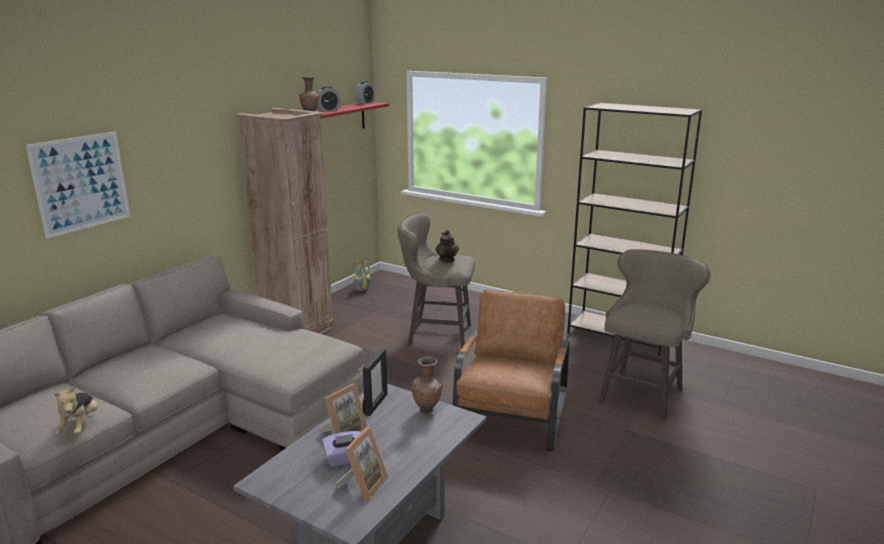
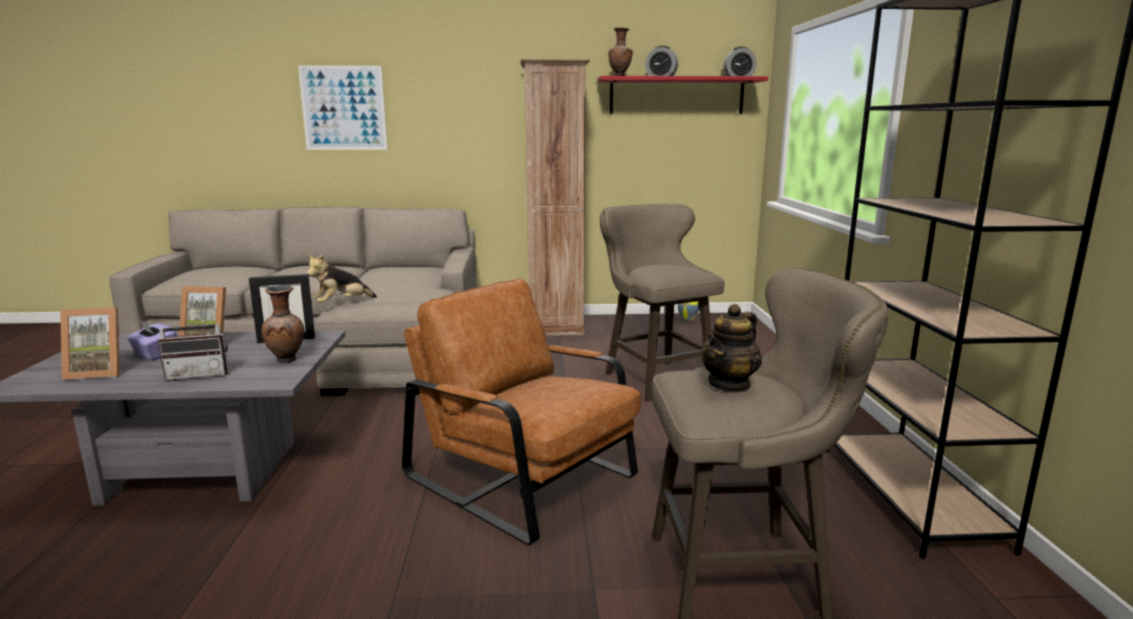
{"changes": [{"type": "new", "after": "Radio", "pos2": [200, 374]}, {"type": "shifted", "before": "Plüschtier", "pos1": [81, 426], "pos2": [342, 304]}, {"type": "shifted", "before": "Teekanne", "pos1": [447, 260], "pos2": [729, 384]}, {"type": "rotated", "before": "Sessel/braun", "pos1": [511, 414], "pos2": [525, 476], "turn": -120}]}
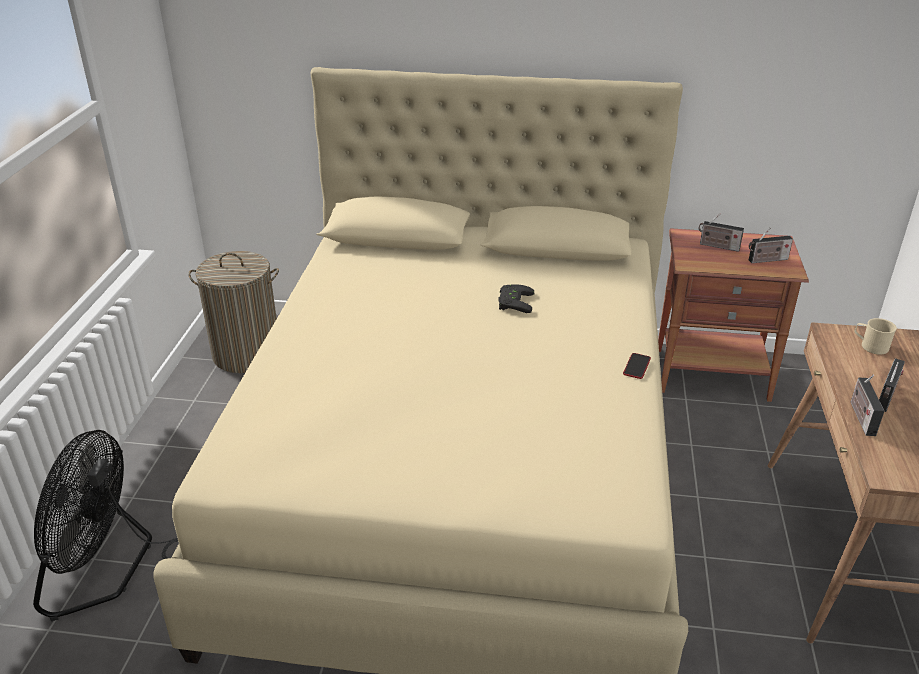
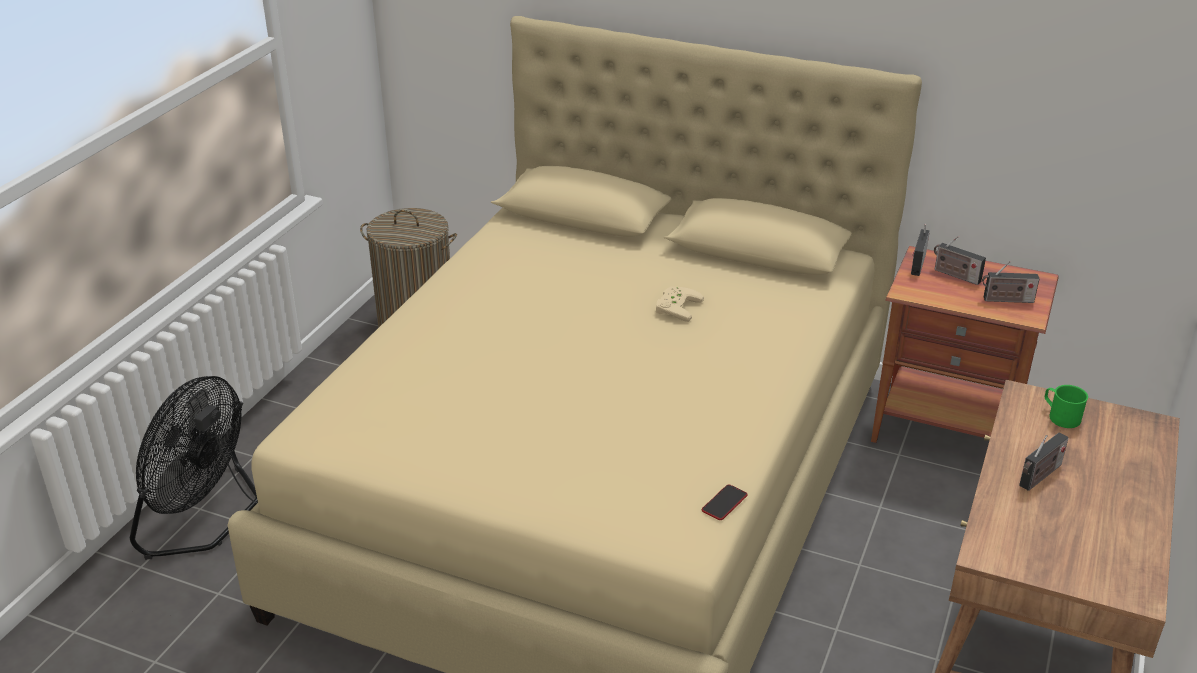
{"changes": [{"type": "shifted", "before": "Handy", "pos1": [636, 366], "pos2": [724, 503]}, {"type": "shifted", "before": "Radio", "pos1": [861, 417], "pos2": [918, 263]}, {"type": "repainted", "before": "Gamepad/schwarz", "after": "Gamepad/beige", "pos1": [512, 301], "pos2": [675, 306]}, {"type": "repainted", "before": "Henkelbecher/beige", "after": "Henkelbecher/grün", "pos1": [870, 345], "pos2": [1060, 416]}]}
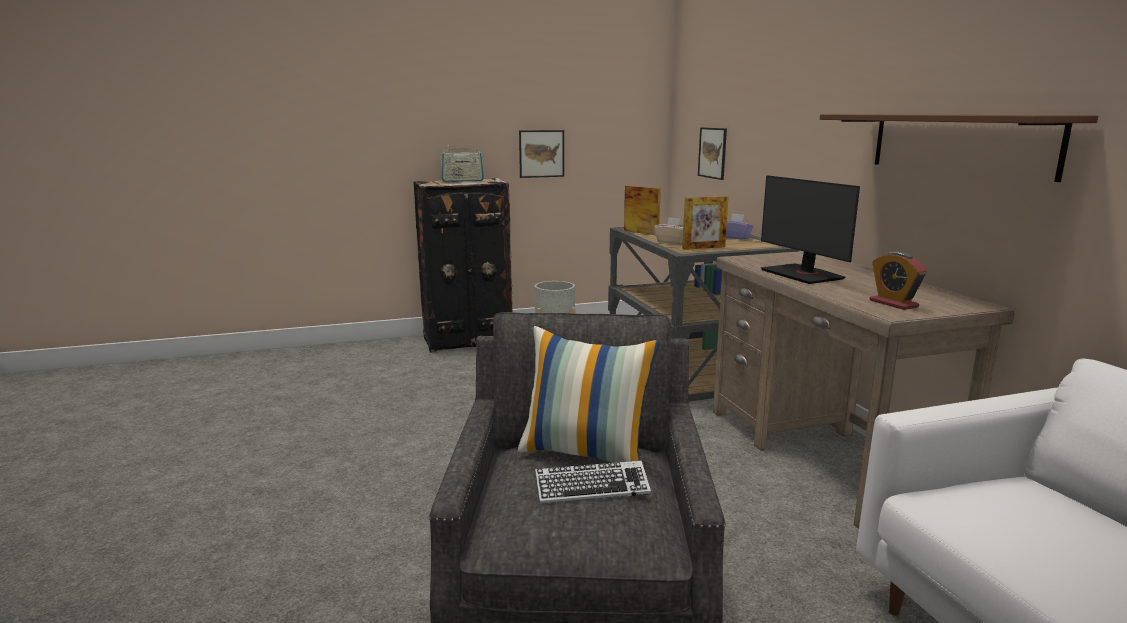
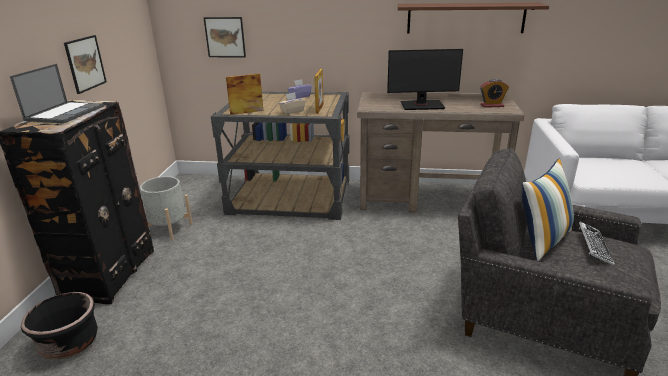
{"changes": [{"type": "new", "after": "Pflanzkübel/schwarz", "pos2": [69, 343]}, {"type": "swapped", "before": "Radio", "after": "Laptop", "pos1": [462, 181], "pos2": [65, 113]}]}
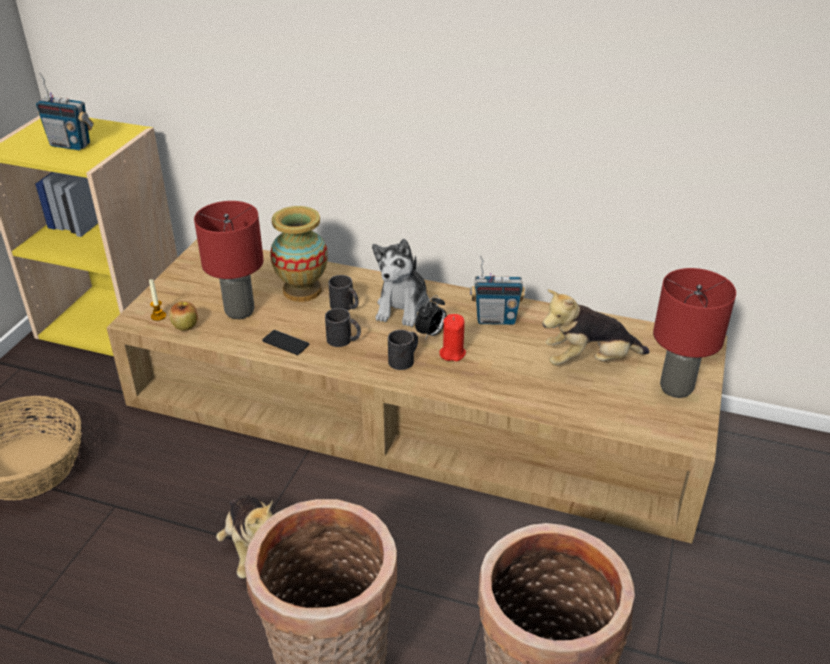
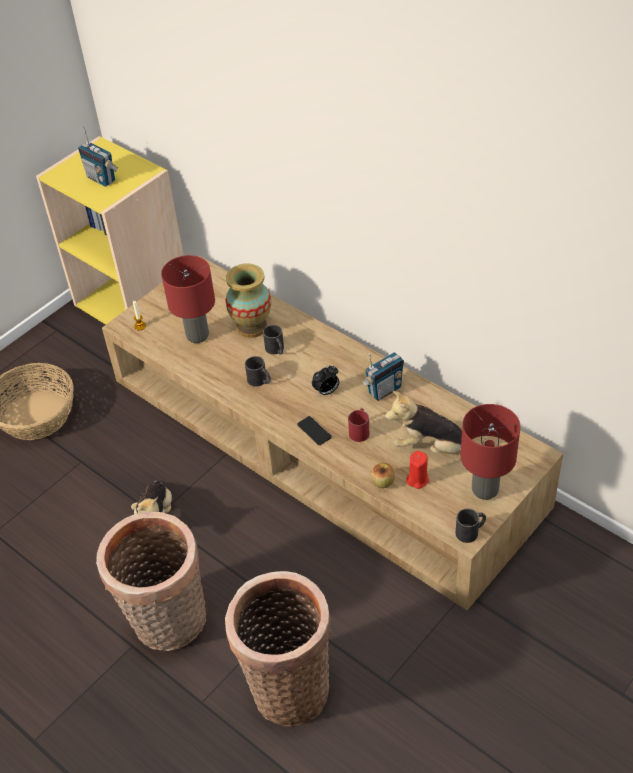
{"changes": [{"type": "gone", "before": "Plüschtier", "pos1": [403, 307]}, {"type": "new", "after": "Henkelbecher/rot", "pos2": [360, 430]}, {"type": "shifted", "before": "Apfel", "pos1": [185, 326], "pos2": [383, 482]}, {"type": "shifted", "before": "Handy", "pos1": [285, 343], "pos2": [314, 431]}, {"type": "shifted", "before": "Henkelbecher/schwarz", "pos1": [404, 359], "pos2": [471, 531]}, {"type": "shifted", "before": "Kerze/rot", "pos1": [452, 353], "pos2": [417, 479]}, {"type": "rotated", "before": "Radio", "pos1": [496, 319], "pos2": [384, 390], "turn": -60}]}
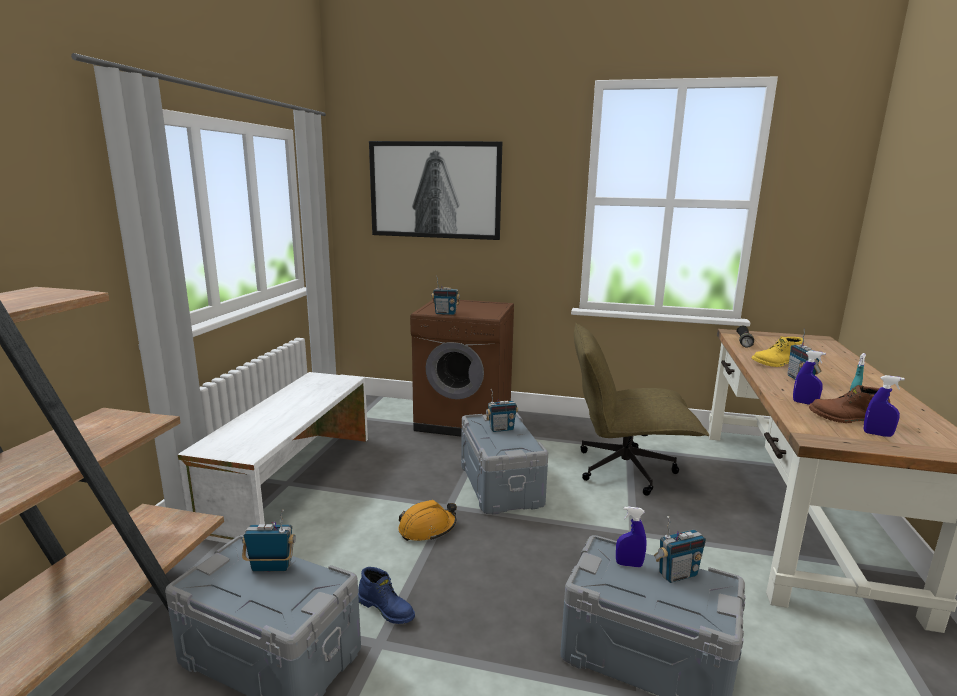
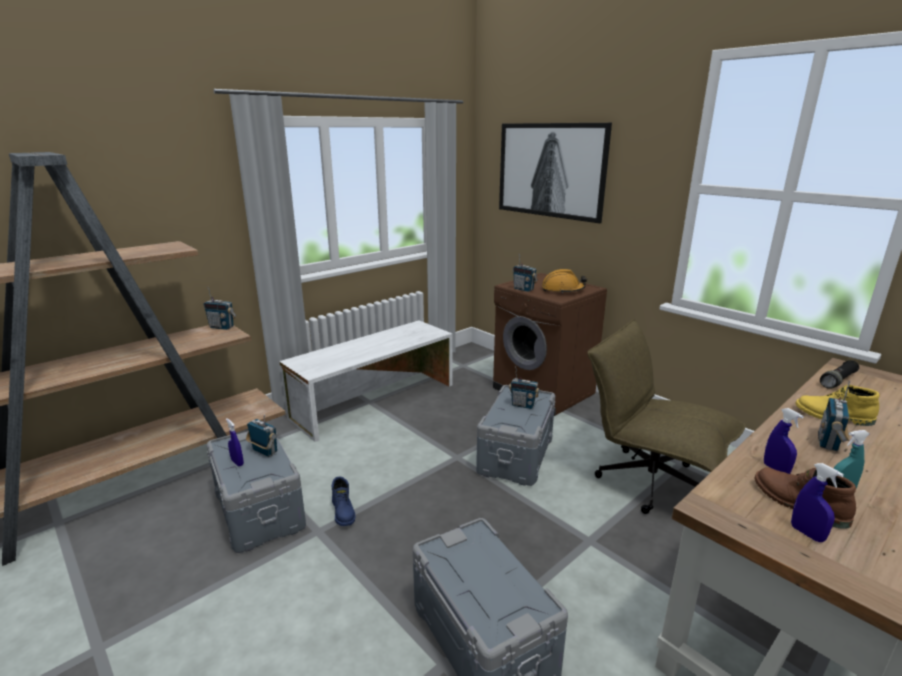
{"changes": [{"type": "shifted", "before": "Schutzhelm/orange", "pos1": [427, 529], "pos2": [562, 290]}, {"type": "shifted", "before": "Sprühflasche/blau", "pos1": [629, 564], "pos2": [237, 462]}, {"type": "shifted", "before": "Radio", "pos1": [677, 574], "pos2": [222, 327]}]}
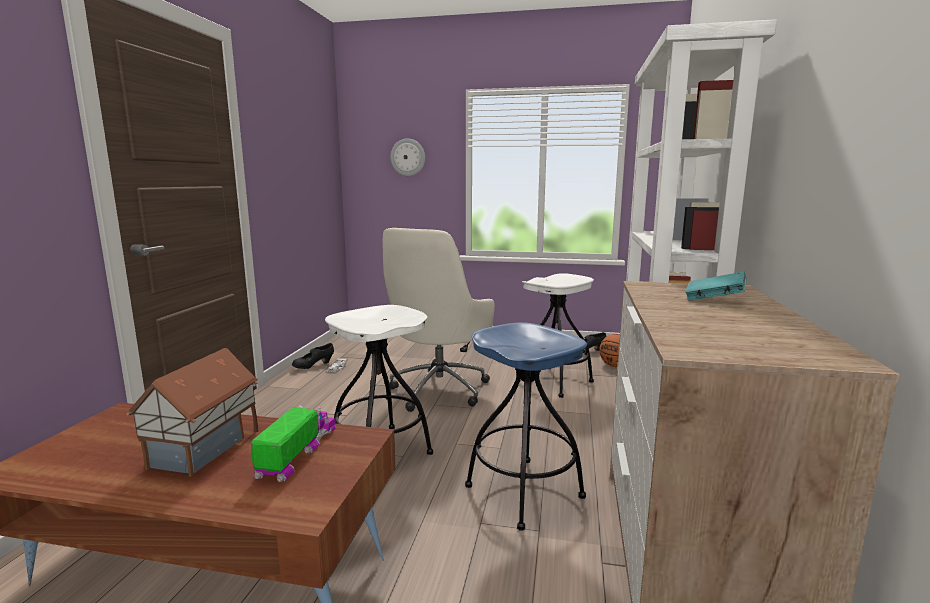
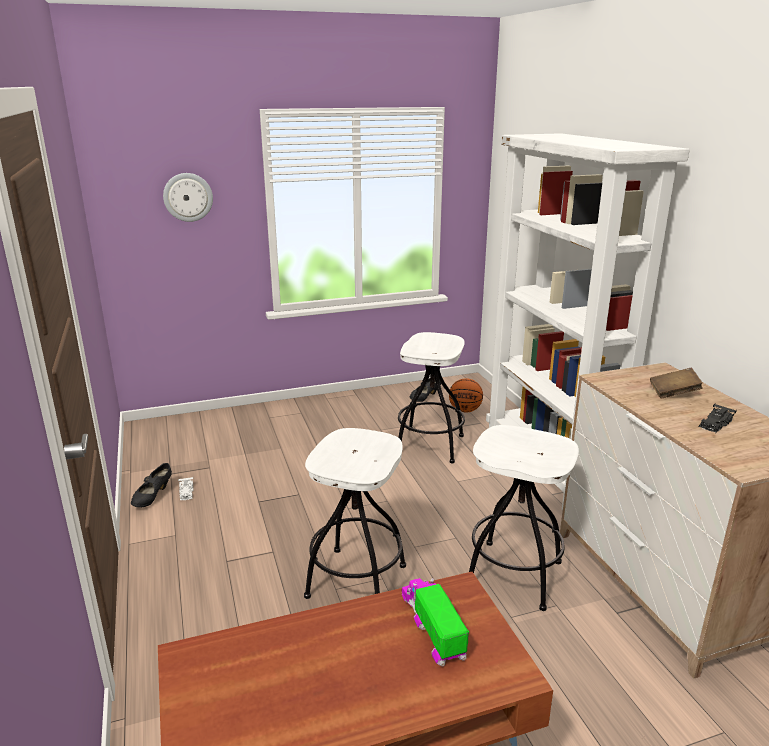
{"changes": [{"type": "gone", "before": "Spielzeughaus", "pos1": [206, 449]}, {"type": "gone", "before": "Bürostuhl/beige", "pos1": [439, 391]}, {"type": "new", "after": "Spielzeugauto/schwarz", "pos2": [715, 424]}, {"type": "repainted", "before": "Hocker/blau", "after": "Hocker/weiß", "pos1": [524, 491], "pos2": [515, 574]}, {"type": "repainted", "before": "Buch/türkis", "after": "Buch/braun", "pos1": [714, 300], "pos2": [673, 393]}]}
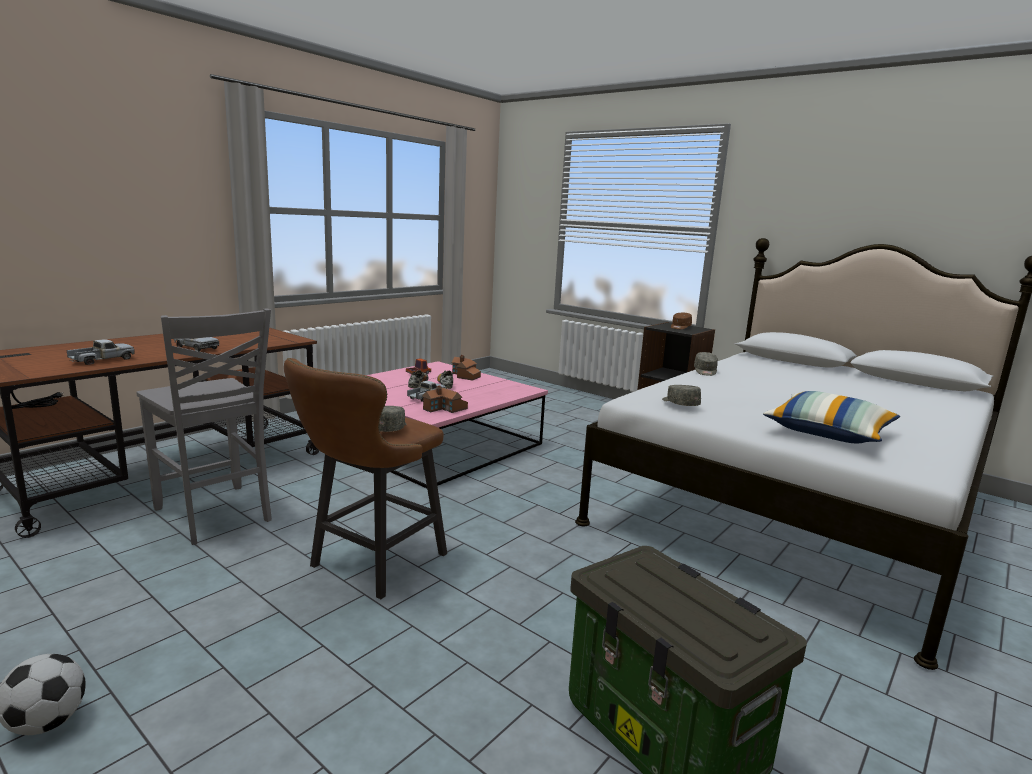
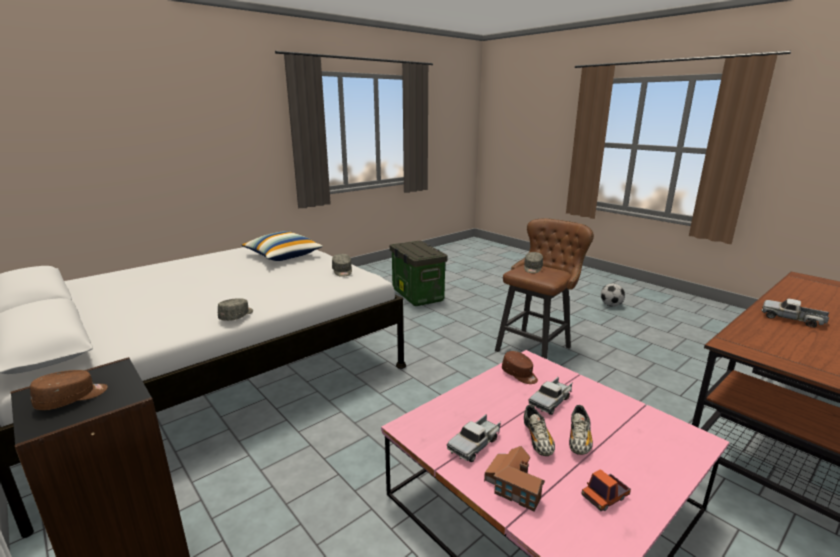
{"changes": [{"type": "gone", "before": "Stuhl/grau", "pos1": [215, 515]}, {"type": "shifted", "before": "Spielzeuglaster", "pos1": [102, 360], "pos2": [475, 444]}, {"type": "swapped", "before": "Spielzeughaus", "after": "Kappe/braun", "pos1": [445, 409], "pos2": [519, 374]}]}
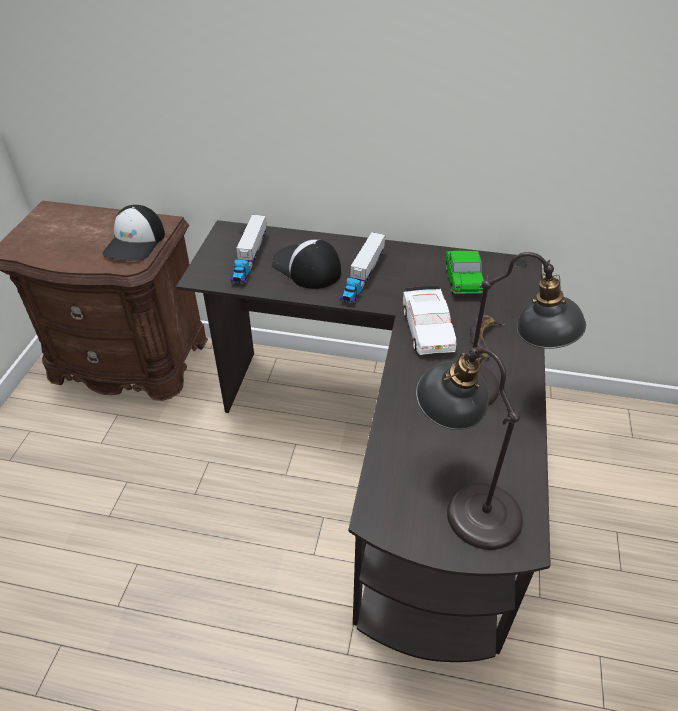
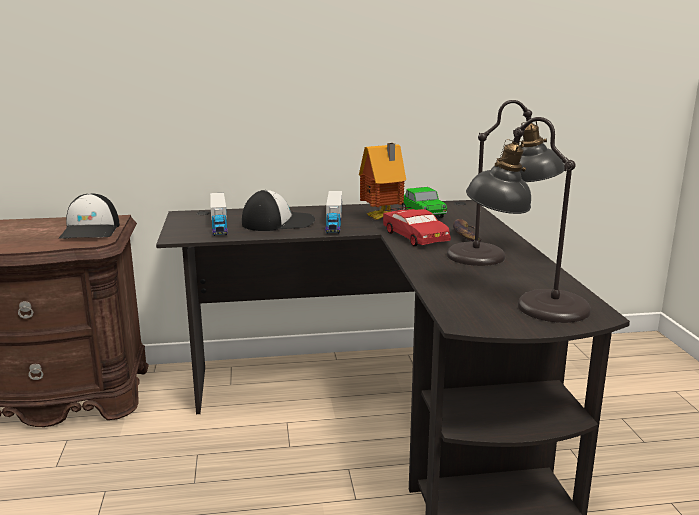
{"changes": [{"type": "new", "after": "Spielzeughaus", "pos2": [382, 218]}, {"type": "repainted", "before": "Spielzeugauto/weiß", "after": "Spielzeugauto/rot", "pos1": [428, 329], "pos2": [415, 236]}, {"type": "rotated", "before": "Kappe", "pos1": [306, 268], "pos2": [278, 222], "turn": 135}]}
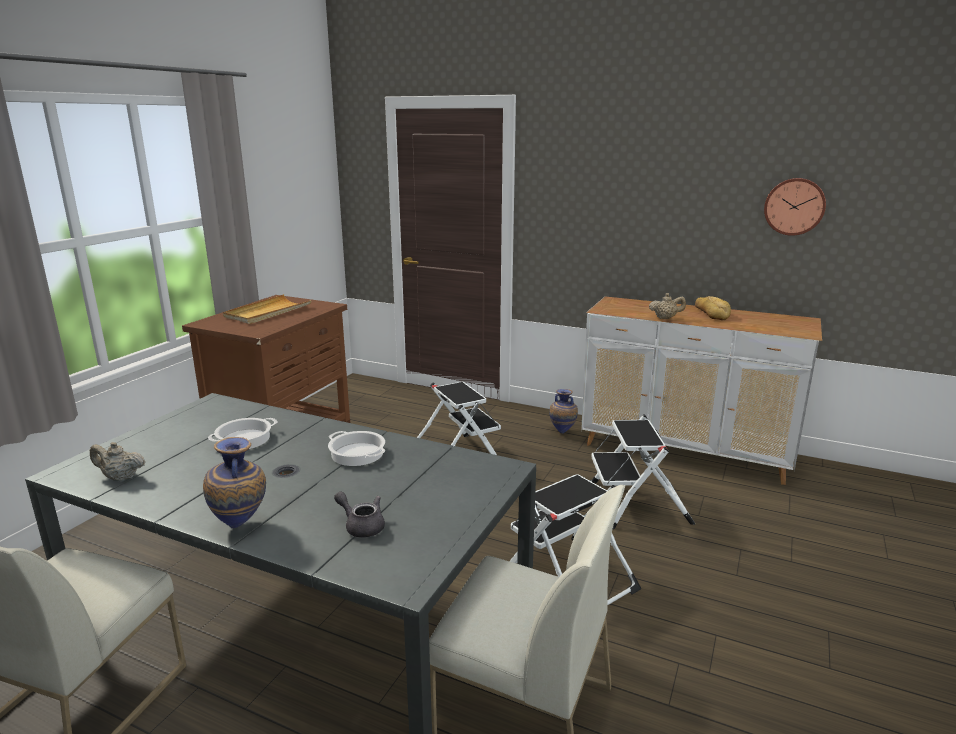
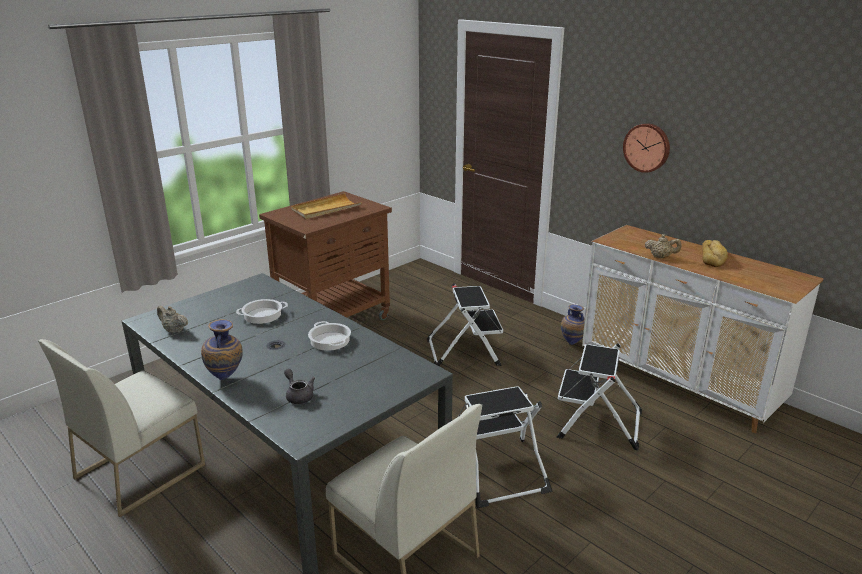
{"changes": [{"type": "shifted", "before": "Wanduhr", "pos1": [794, 206], "pos2": [647, 147]}]}
